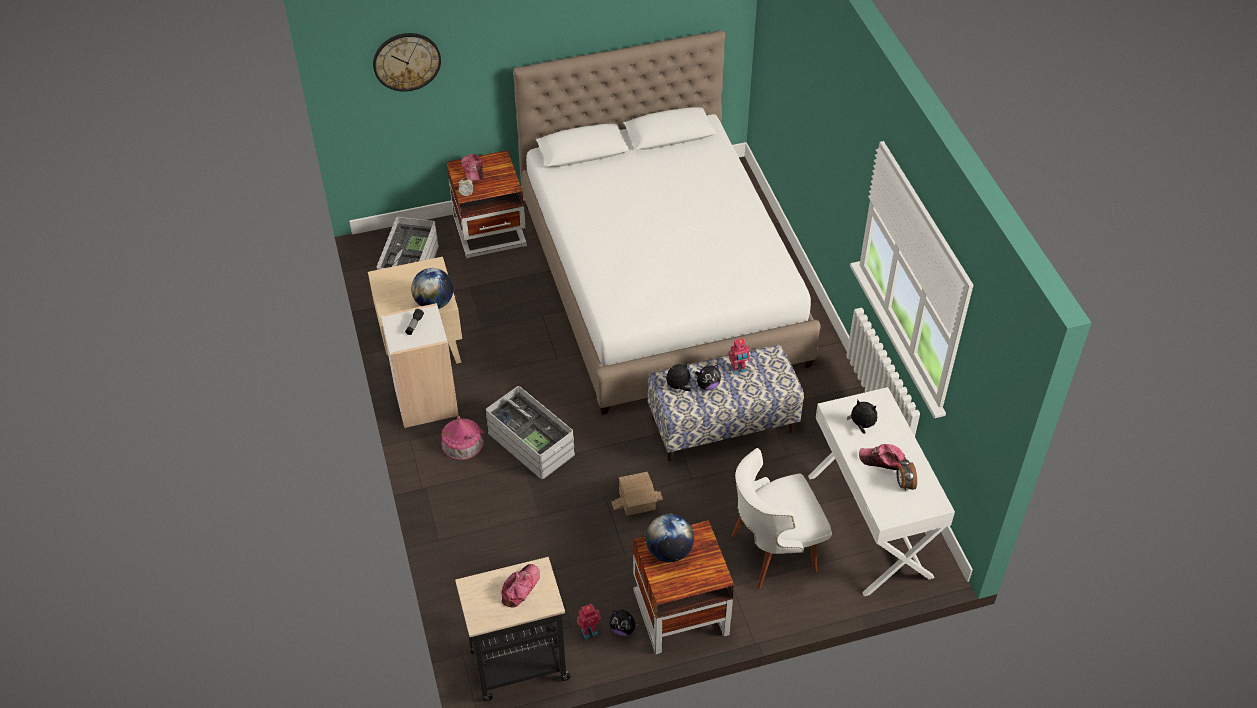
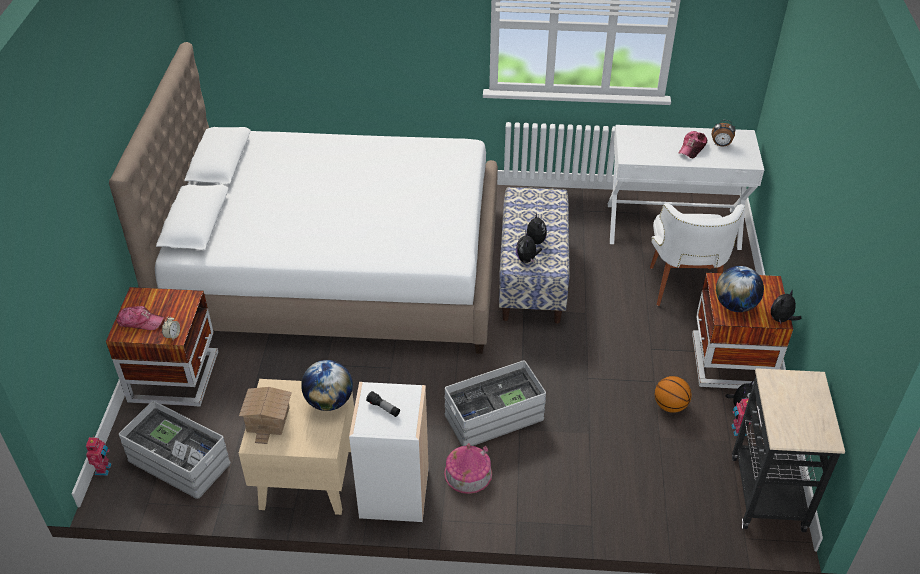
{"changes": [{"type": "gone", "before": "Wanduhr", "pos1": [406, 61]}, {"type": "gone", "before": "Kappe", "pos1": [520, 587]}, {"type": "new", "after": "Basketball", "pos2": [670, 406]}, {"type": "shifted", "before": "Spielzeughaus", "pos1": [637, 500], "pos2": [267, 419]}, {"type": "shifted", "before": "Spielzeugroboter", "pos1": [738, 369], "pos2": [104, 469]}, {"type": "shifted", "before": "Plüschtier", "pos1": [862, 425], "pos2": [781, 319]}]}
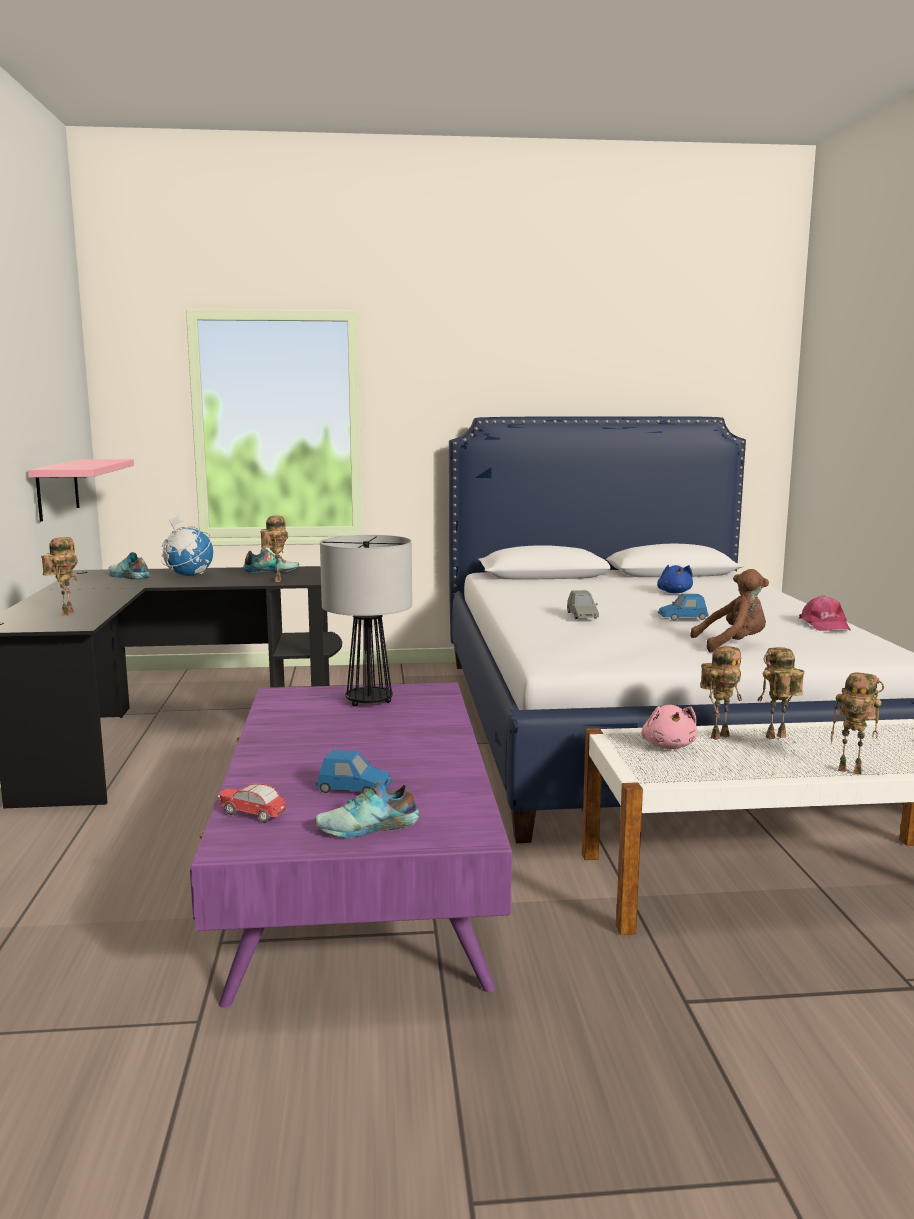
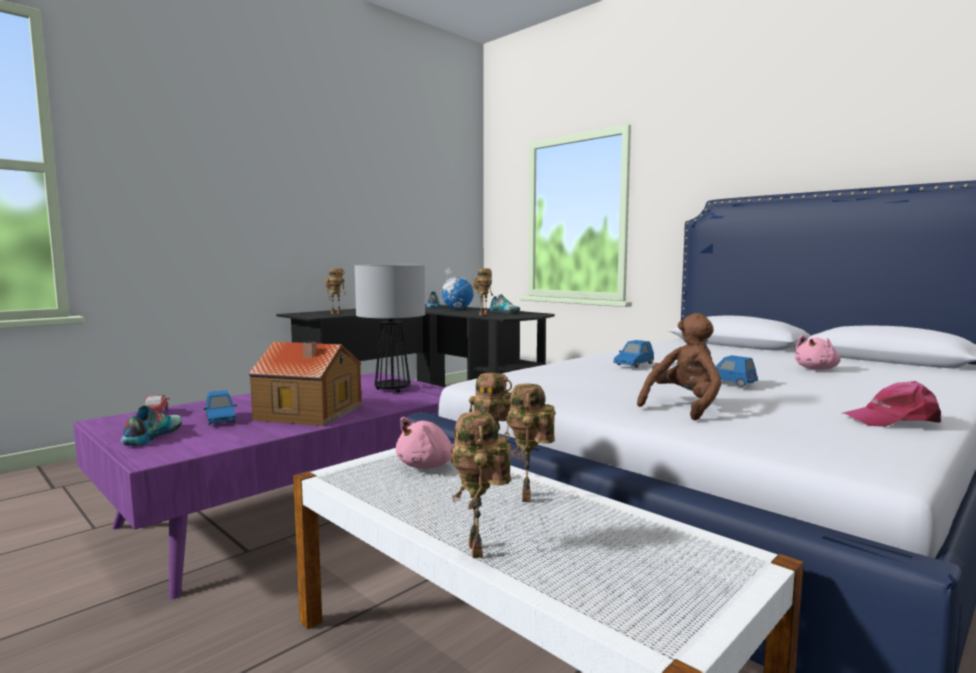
{"changes": [{"type": "gone", "before": "Wandregal/rosa", "pos1": [57, 489]}, {"type": "new", "after": "Spielzeughaus", "pos2": [309, 413]}, {"type": "repainted", "before": "Spielzeugauto/grau", "after": "Spielzeugauto/blau", "pos1": [582, 616], "pos2": [633, 364]}, {"type": "repainted", "before": "Plüschtier/blau", "after": "Plüschtier/rosa", "pos1": [674, 592], "pos2": [816, 369]}, {"type": "rotated", "before": "Schuh", "pos1": [368, 827], "pos2": [151, 435], "turn": 60}, {"type": "rotated", "before": "Plüschtier/braun", "pos1": [733, 645], "pos2": [683, 406], "turn": -90}, {"type": "rotated", "before": "Spielzeugroboter", "pos1": [776, 738], "pos2": [529, 497], "turn": -120}, {"type": "rotated", "before": "Kappe/rosa", "pos1": [824, 625], "pos2": [893, 420], "turn": 45}]}
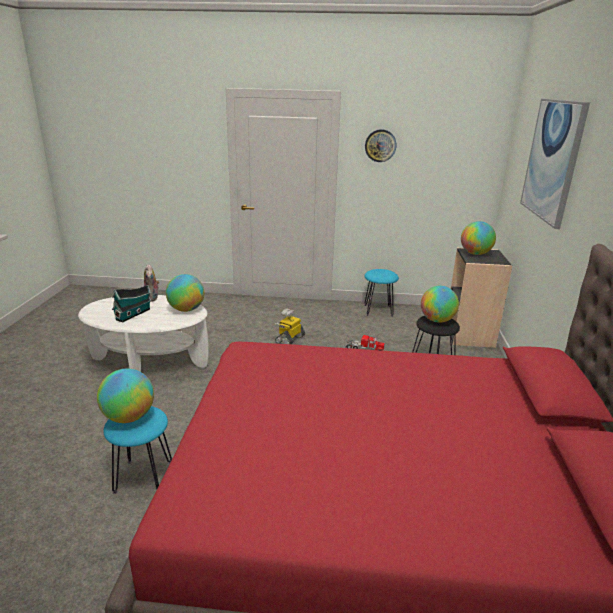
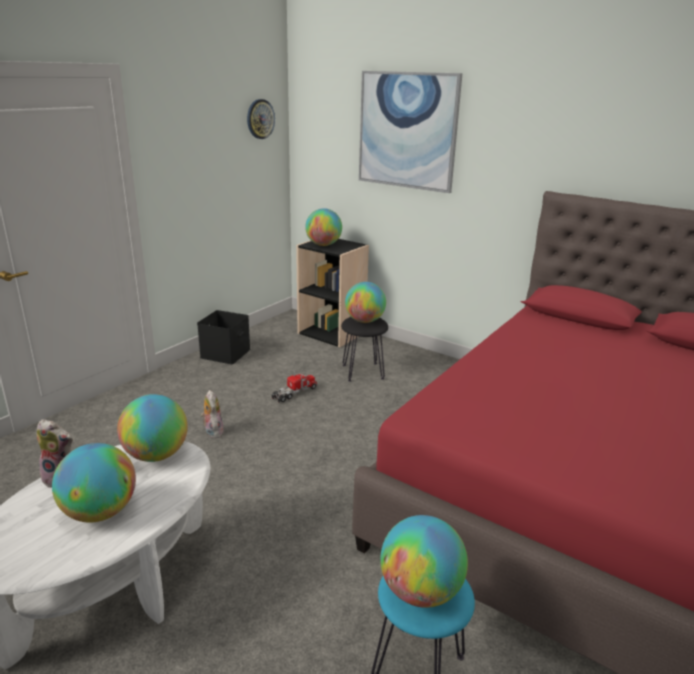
{"changes": [{"type": "shifted", "before": "Wanduhr", "pos1": [380, 145], "pos2": [260, 119]}, {"type": "swapped", "before": "Spielzeughaus", "after": "Globus", "pos1": [134, 314], "pos2": [100, 512]}, {"type": "swapped", "before": "Spielzeugroboter", "after": "Plüschtier", "pos1": [289, 339], "pos2": [212, 432]}, {"type": "swapped", "before": "Hocker/türkis", "after": "Aufbewahrungsbox/schwarz", "pos1": [378, 310], "pos2": [225, 353]}]}
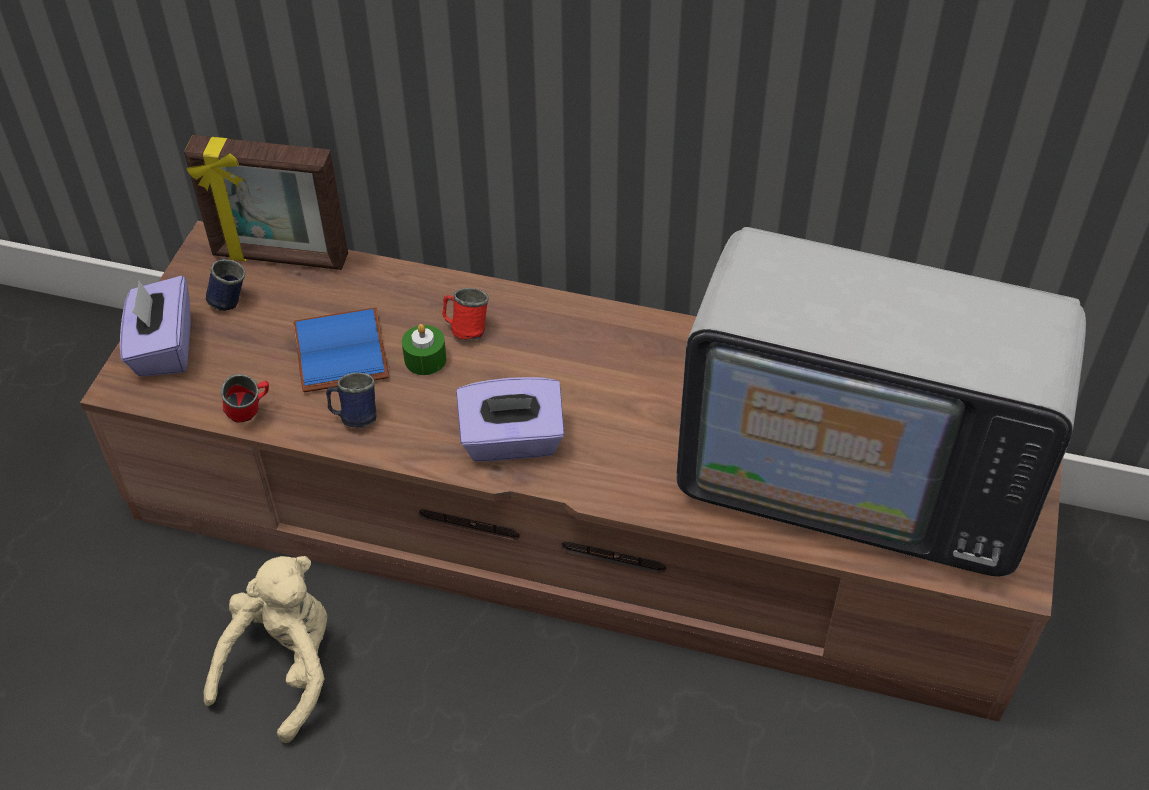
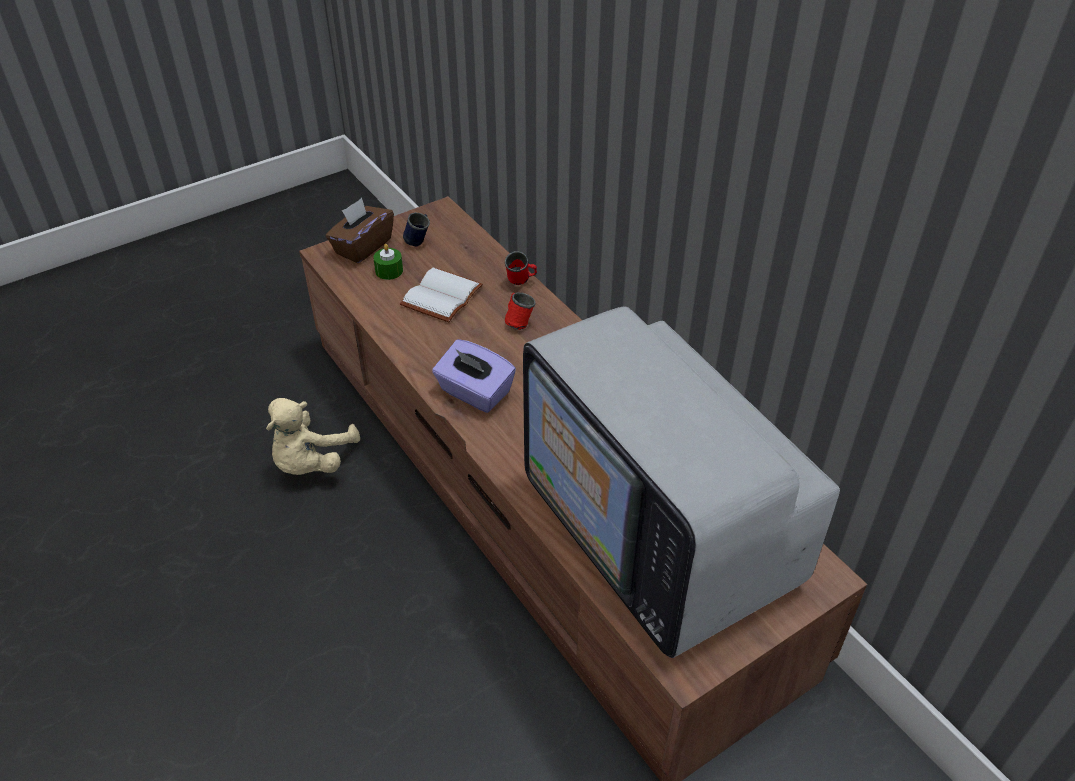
{"changes": [{"type": "gone", "before": "Bilderrahmen", "pos1": [280, 257]}, {"type": "gone", "before": "Henkelbecher/blau", "pos1": [354, 416]}, {"type": "shifted", "before": "Henkelbecher/rot", "pos1": [251, 413], "pos2": [521, 282]}, {"type": "shifted", "before": "Kerze/grün", "pos1": [425, 359], "pos2": [389, 271]}, {"type": "repainted", "before": "Taschentuchbox/lila", "after": "Taschentuchbox/braun", "pos1": [163, 347], "pos2": [362, 246]}, {"type": "repainted", "before": "Buch/blau", "after": "Buch/weiß", "pos1": [344, 352], "pos2": [443, 298]}, {"type": "rotated", "before": "Plüschtier/beige", "pos1": [284, 667], "pos2": [311, 462], "turn": 135}]}
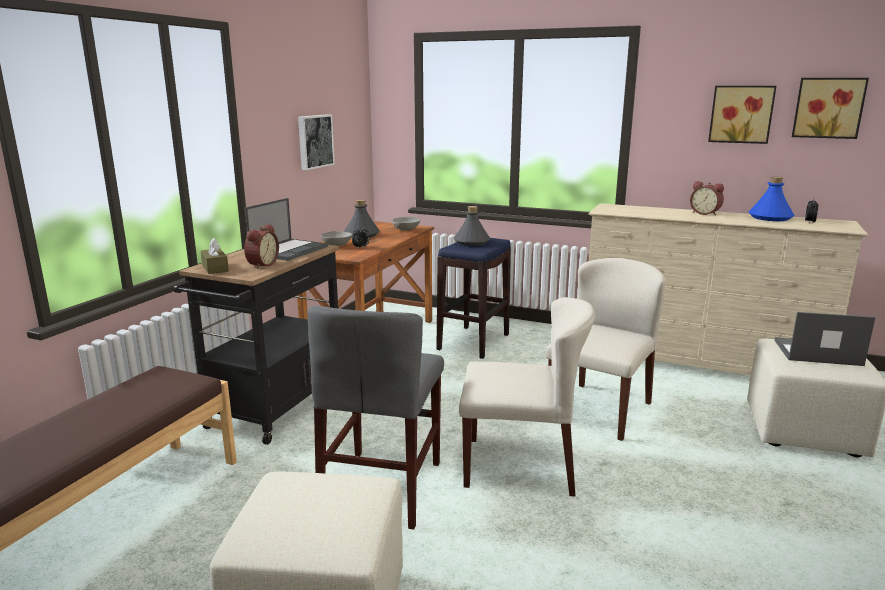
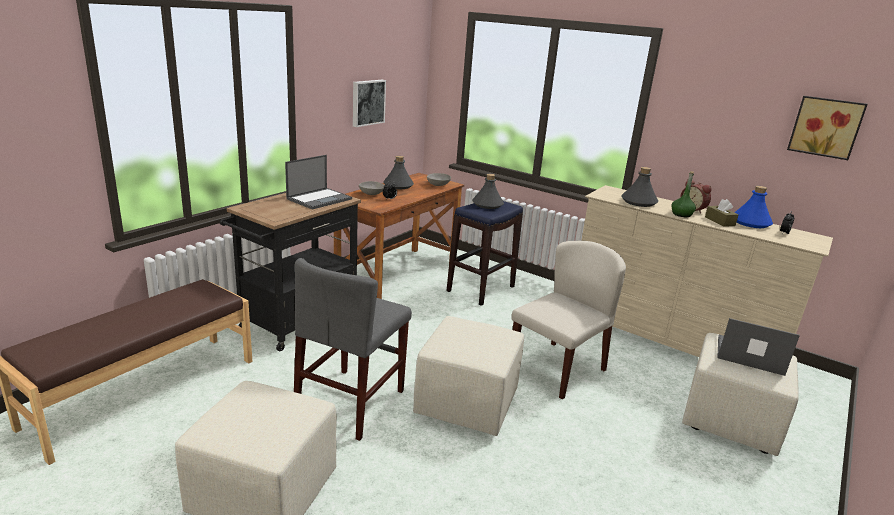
{"changes": [{"type": "gone", "before": "Wecker", "pos1": [261, 265]}, {"type": "gone", "before": "Bild", "pos1": [741, 114]}, {"type": "new", "after": "Flasche/grau", "pos2": [638, 202]}, {"type": "new", "after": "Flasche/grün", "pos2": [681, 214]}, {"type": "shifted", "before": "Taschentuchbox/braun", "pos1": [215, 268], "pos2": [719, 221]}, {"type": "swapped", "before": "Stuhl/beige", "after": "Polsterhocker/beige", "pos1": [520, 465], "pos2": [467, 404]}]}
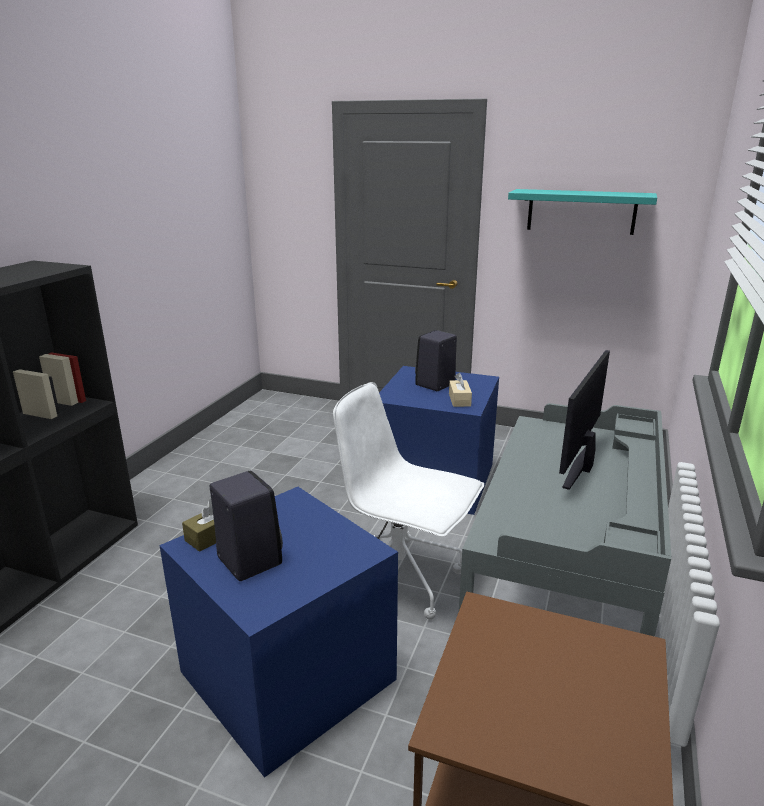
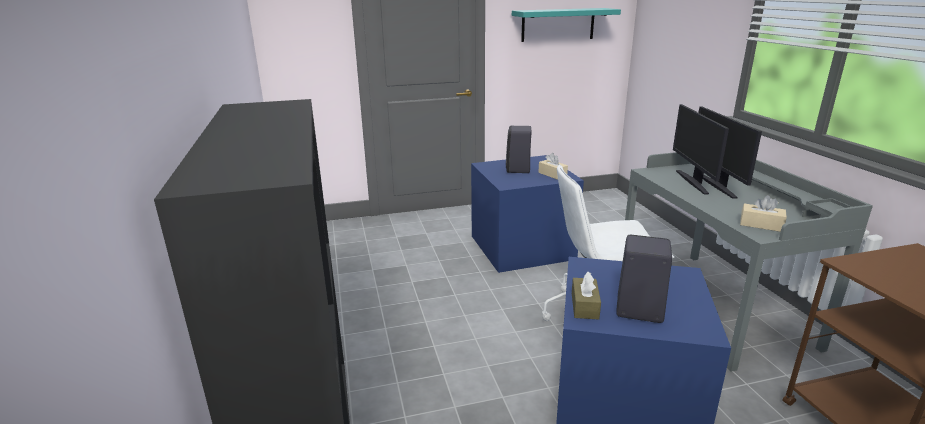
{"changes": [{"type": "new", "after": "Monitor", "pos2": [693, 182]}, {"type": "new", "after": "Taschentuchbox/beige", "pos2": [761, 225]}]}
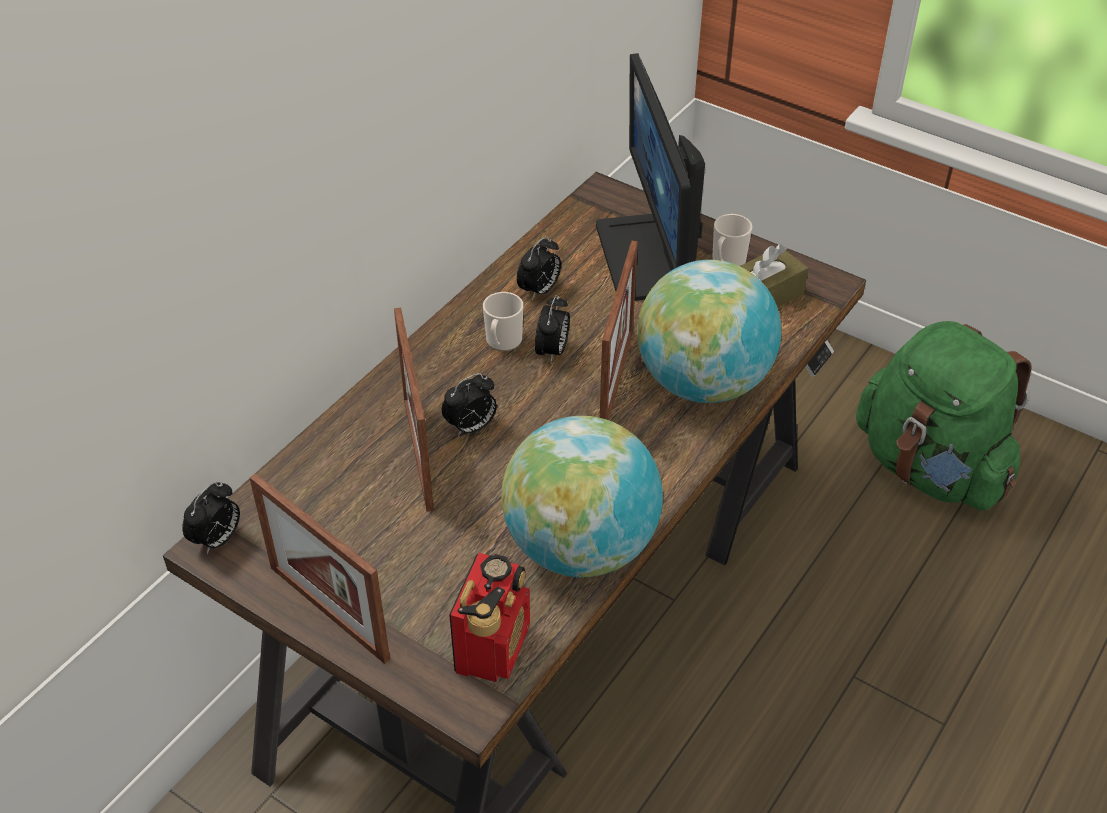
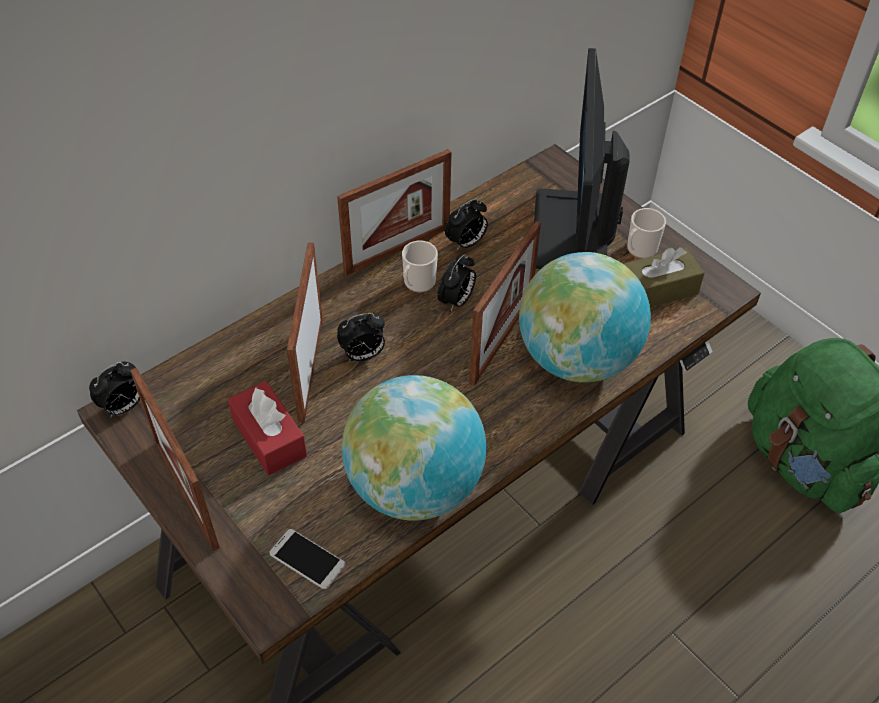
{"changes": [{"type": "new", "after": "Taschentuchbox/rot", "pos2": [269, 437]}, {"type": "new", "after": "Bilderrahmen", "pos2": [397, 250]}, {"type": "swapped", "before": "Radio", "after": "Handy", "pos1": [493, 647], "pos2": [307, 559]}]}
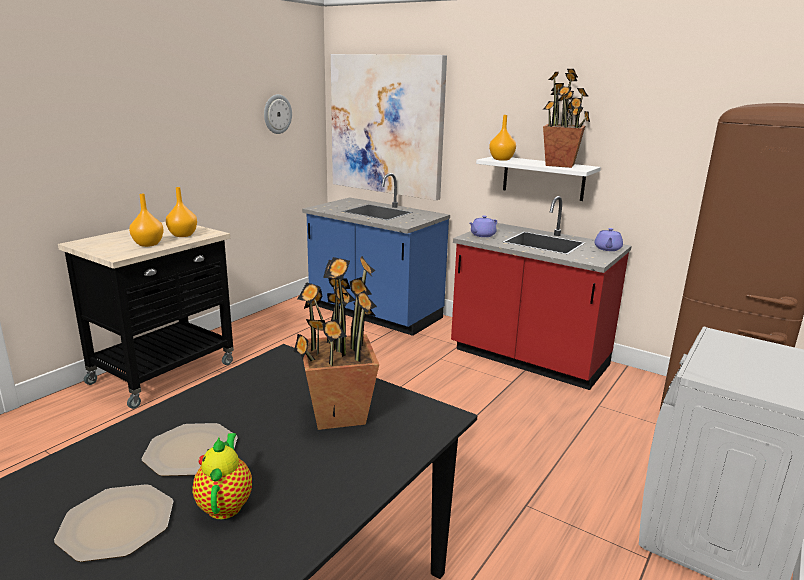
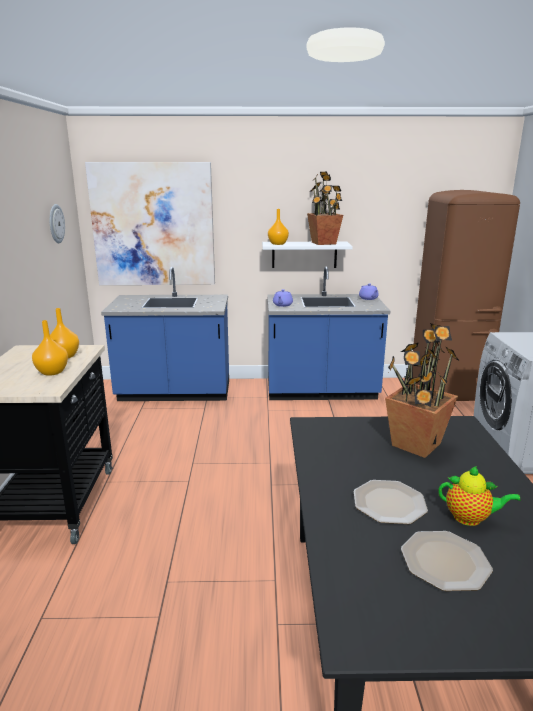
{"changes": [{"type": "repainted", "before": "Küchenzeile/rot", "after": "Küchenzeile/blau", "pos1": [528, 359], "pos2": [321, 392]}, {"type": "rotated", "before": "Teekanne", "pos1": [226, 503], "pos2": [470, 518], "turn": 150}]}
